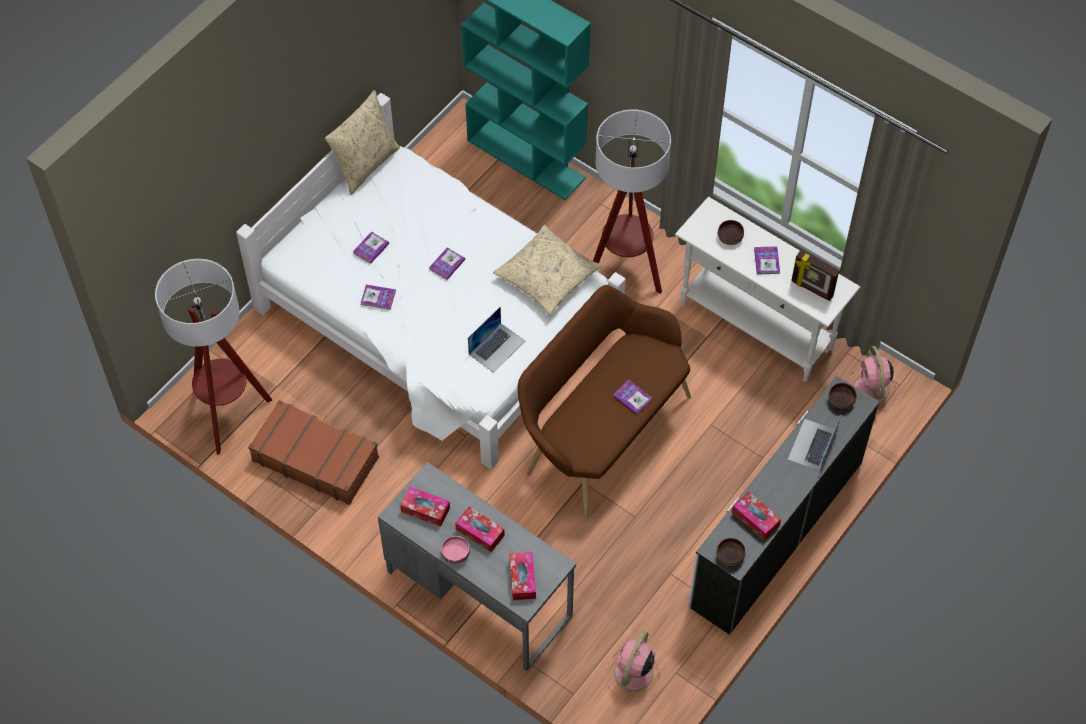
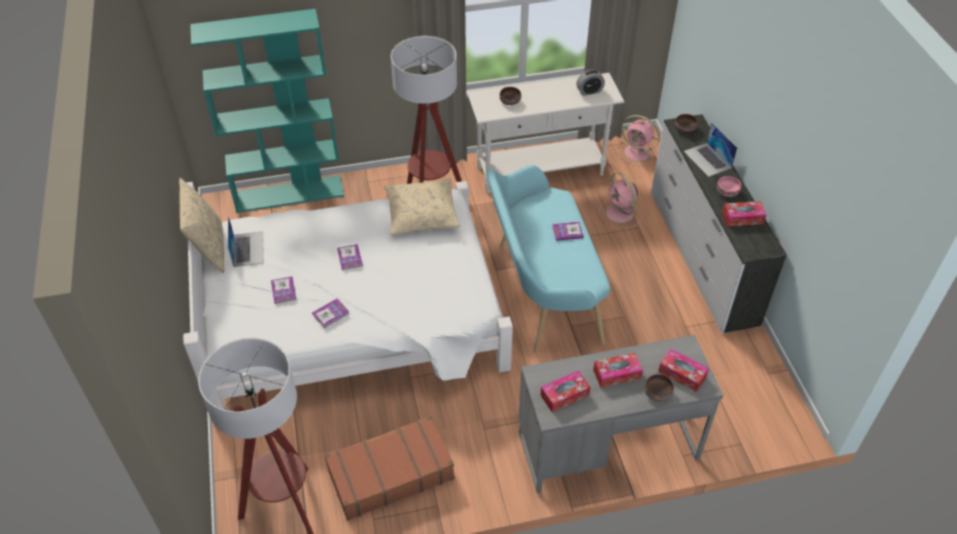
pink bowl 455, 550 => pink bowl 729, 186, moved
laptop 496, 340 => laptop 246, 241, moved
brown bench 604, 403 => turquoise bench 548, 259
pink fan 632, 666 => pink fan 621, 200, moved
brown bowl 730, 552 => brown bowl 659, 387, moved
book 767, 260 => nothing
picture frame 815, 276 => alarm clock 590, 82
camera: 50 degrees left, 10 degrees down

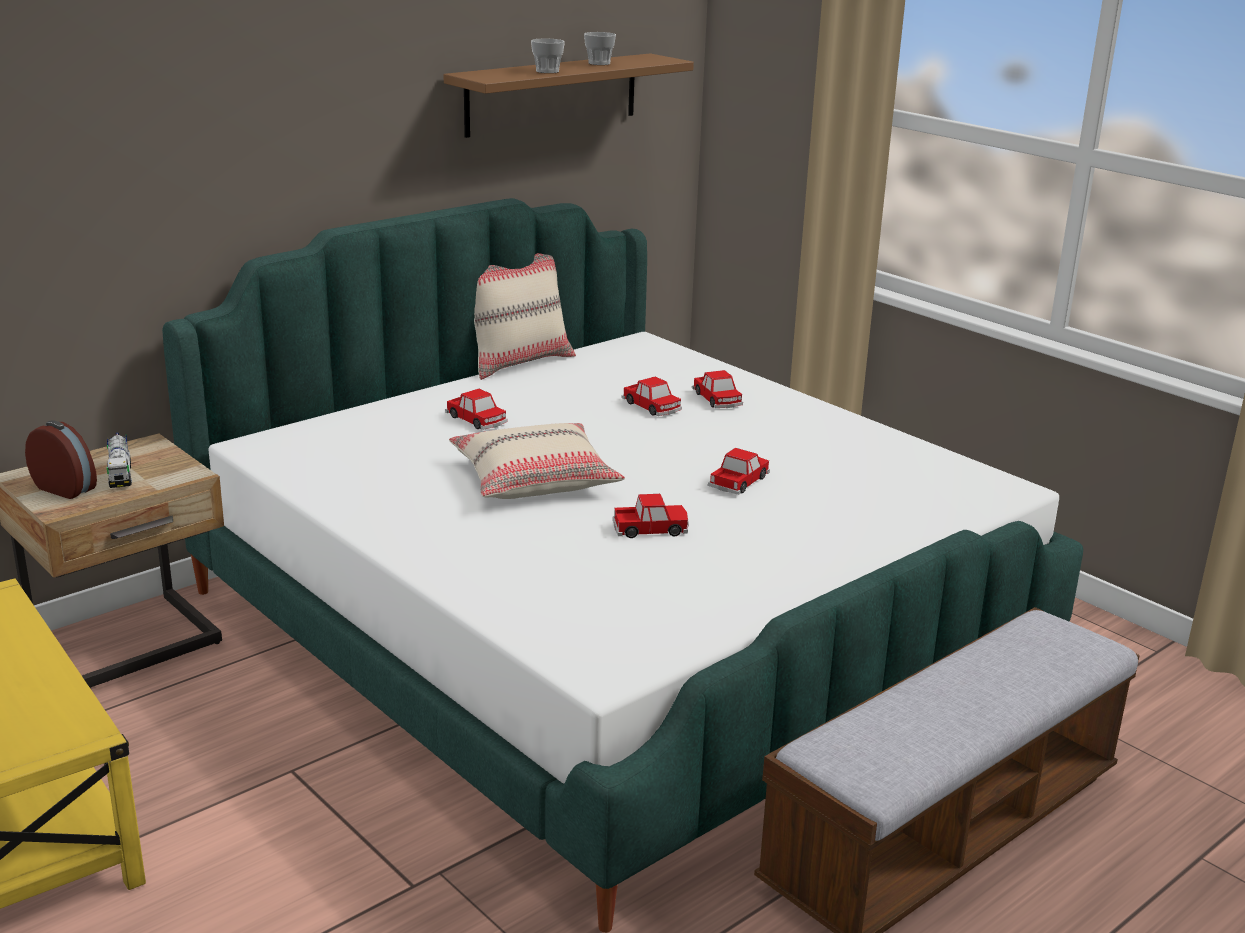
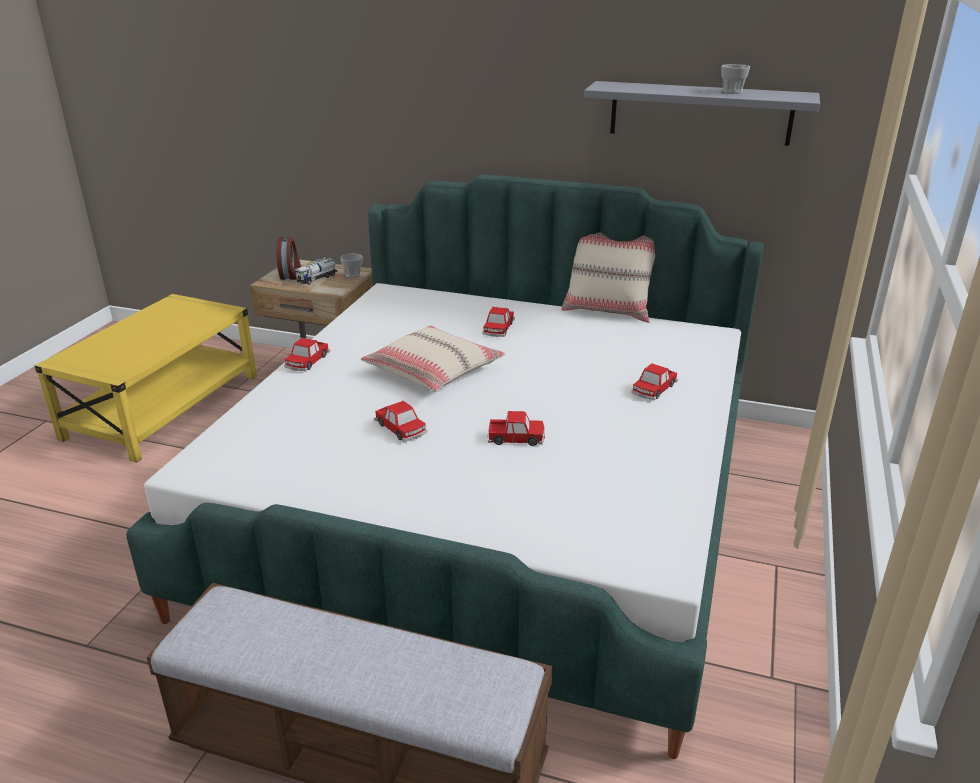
brown shelf 569, 96 => grey shelf 702, 113
cup 548, 56 => cup 352, 265, moved
toy car 652, 396 => toy car 307, 354, moved
camera: 60 degrees right, 5 degrees up

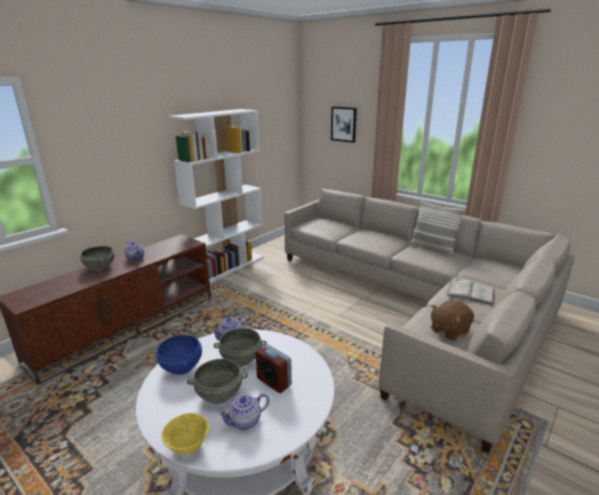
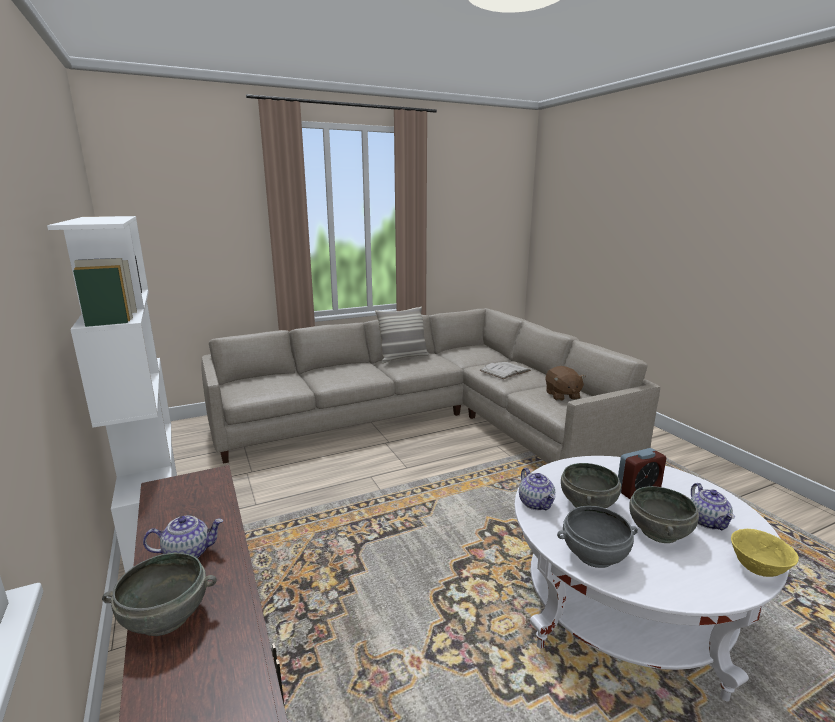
blue bowl 179, 355 => grey bowl 597, 537
picture 344, 124 => nothing
camera: 65 degrees left, 5 degrees down

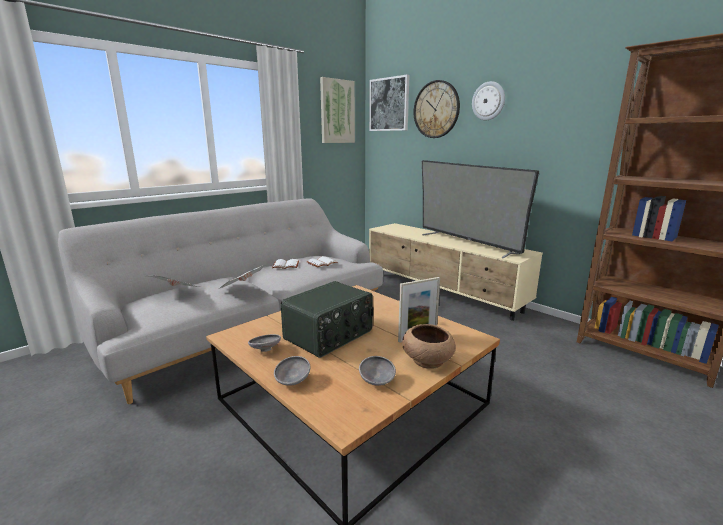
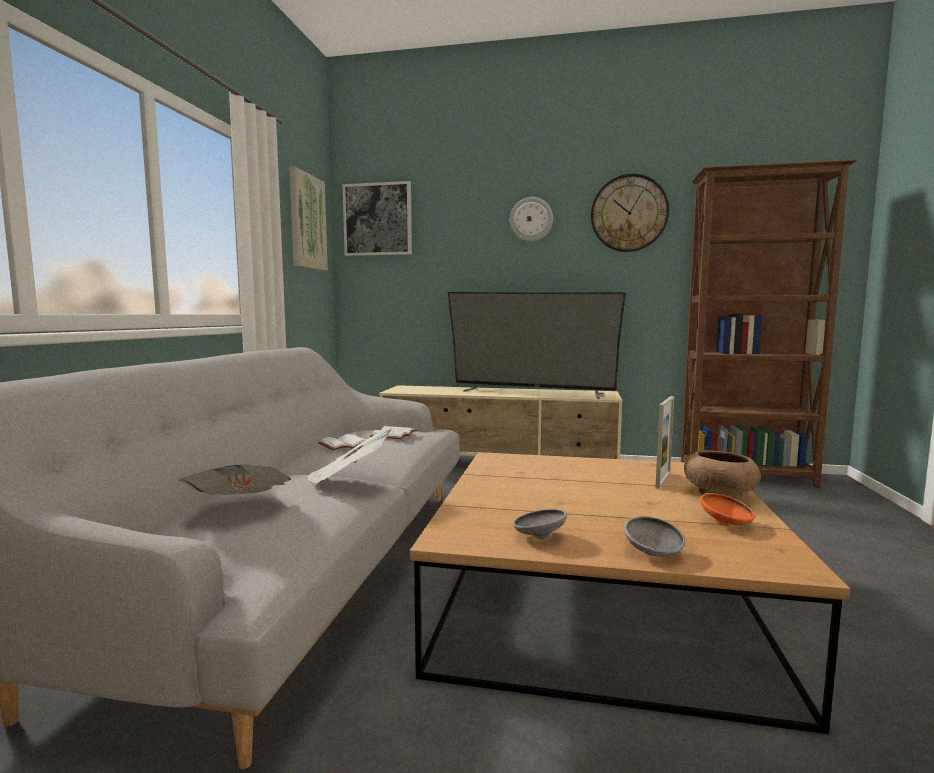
radio 327, 319 => nothing
grey bowl 377, 371 => orange bowl 727, 509
wall clock 437, 109 => wall clock 630, 213, moved
camera: 35 degrees left, 10 degrees down

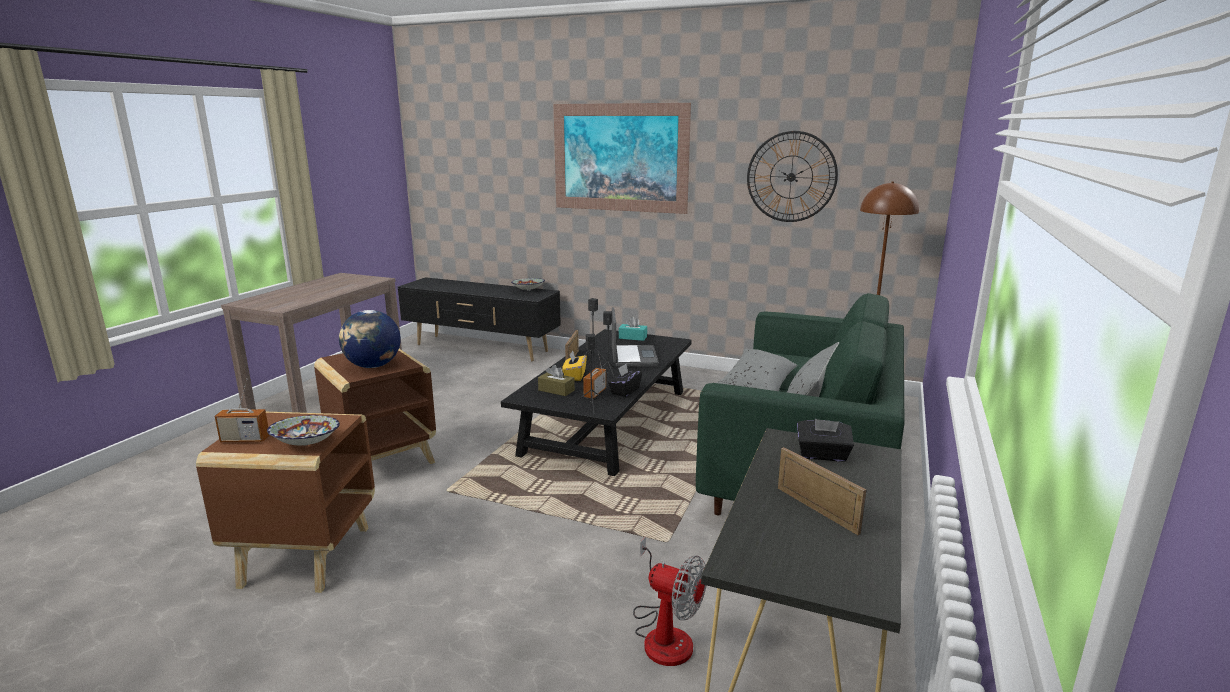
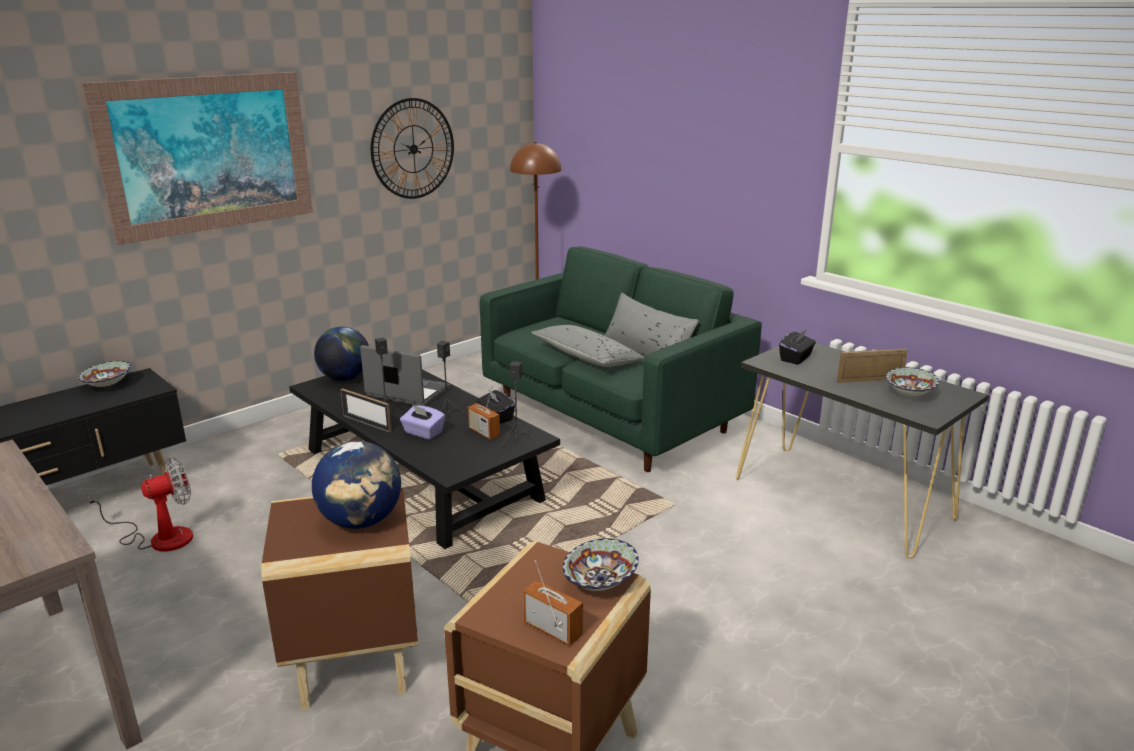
radio 242, 410 => radio 553, 603, 75 degrees counterclockwise
brown tissue box 556, 380 => nothing
yellow tissue box 574, 366 => purple tissue box 422, 422
turquoise tissue box 633, 328 => globe 341, 354
fan 670, 601 => fan 140, 505, moved
nothing => bowl 912, 381
camera: 65 degrees left, 5 degrees up

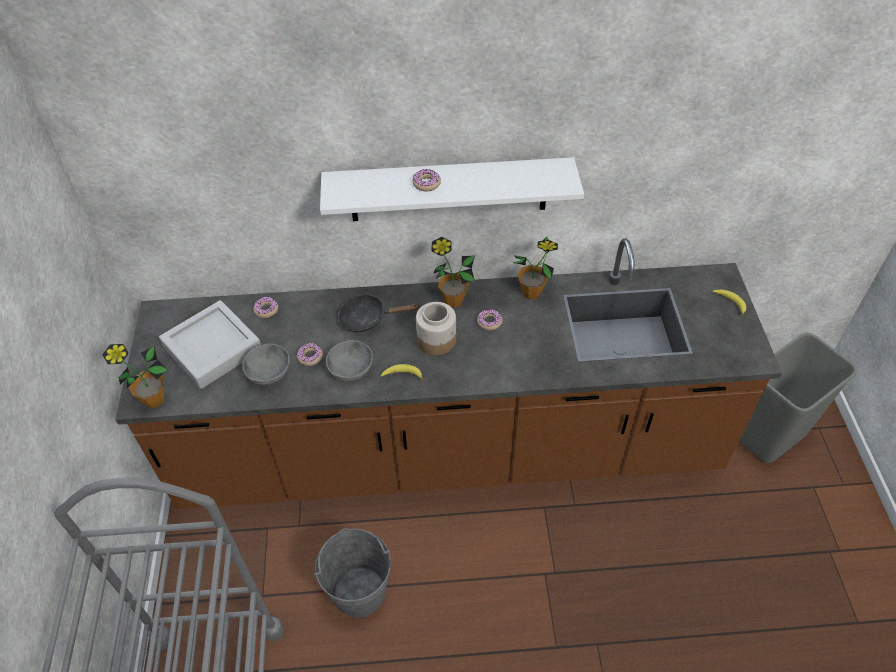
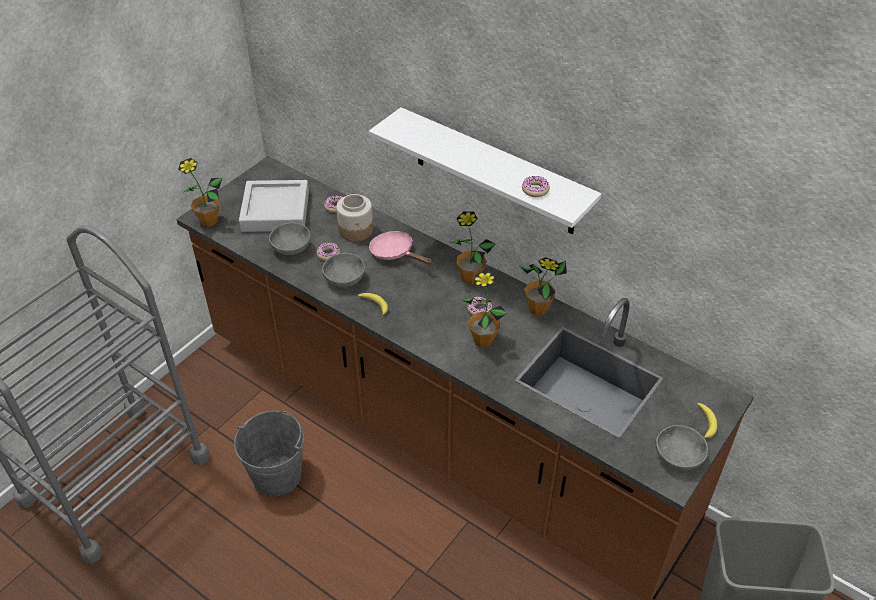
black frying pan 378, 313 => pink frying pan 400, 248
donut 426, 180 => donut 536, 186, moved
jar 436, 328 => jar 354, 218, moved
nothing => potted plant 484, 309
nothing => grey bowl 682, 447
camera: 40 degrees right, 5 degrees down

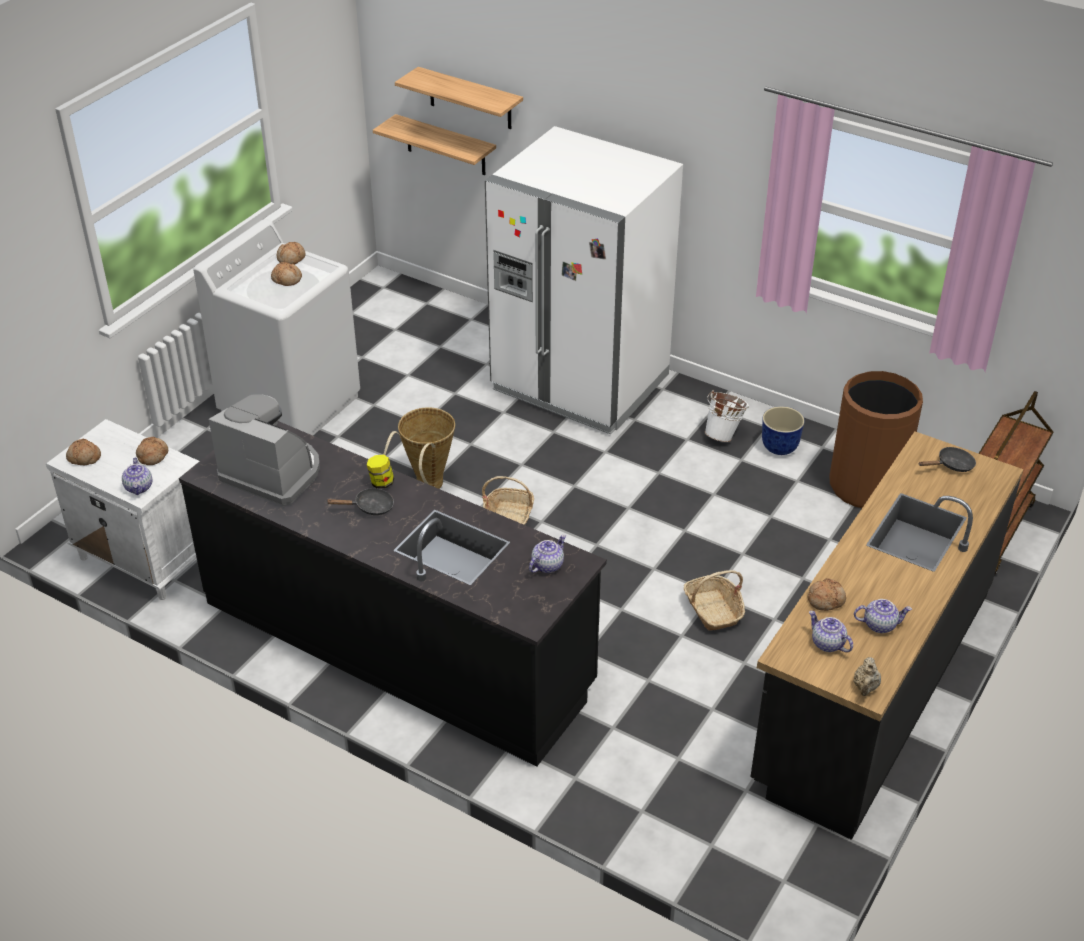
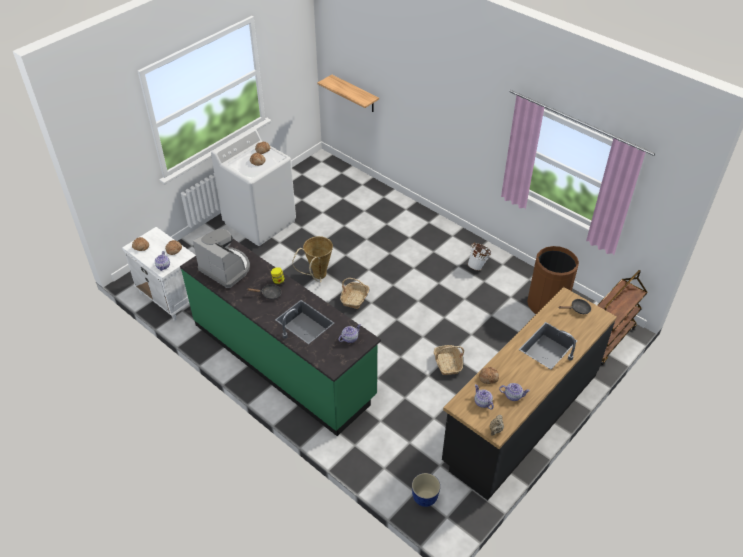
black counter 393, 594 => green counter 280, 337
shelf 459, 98 => nothing
white fridge 584, 280 => nothing
planter 783, 430 => planter 426, 490, moved
camera: 10 degrees right, 5 degrees up

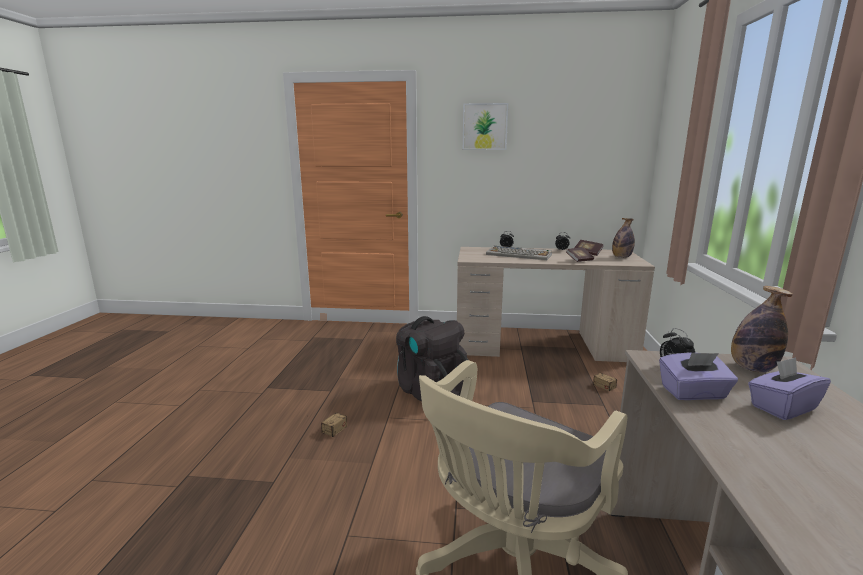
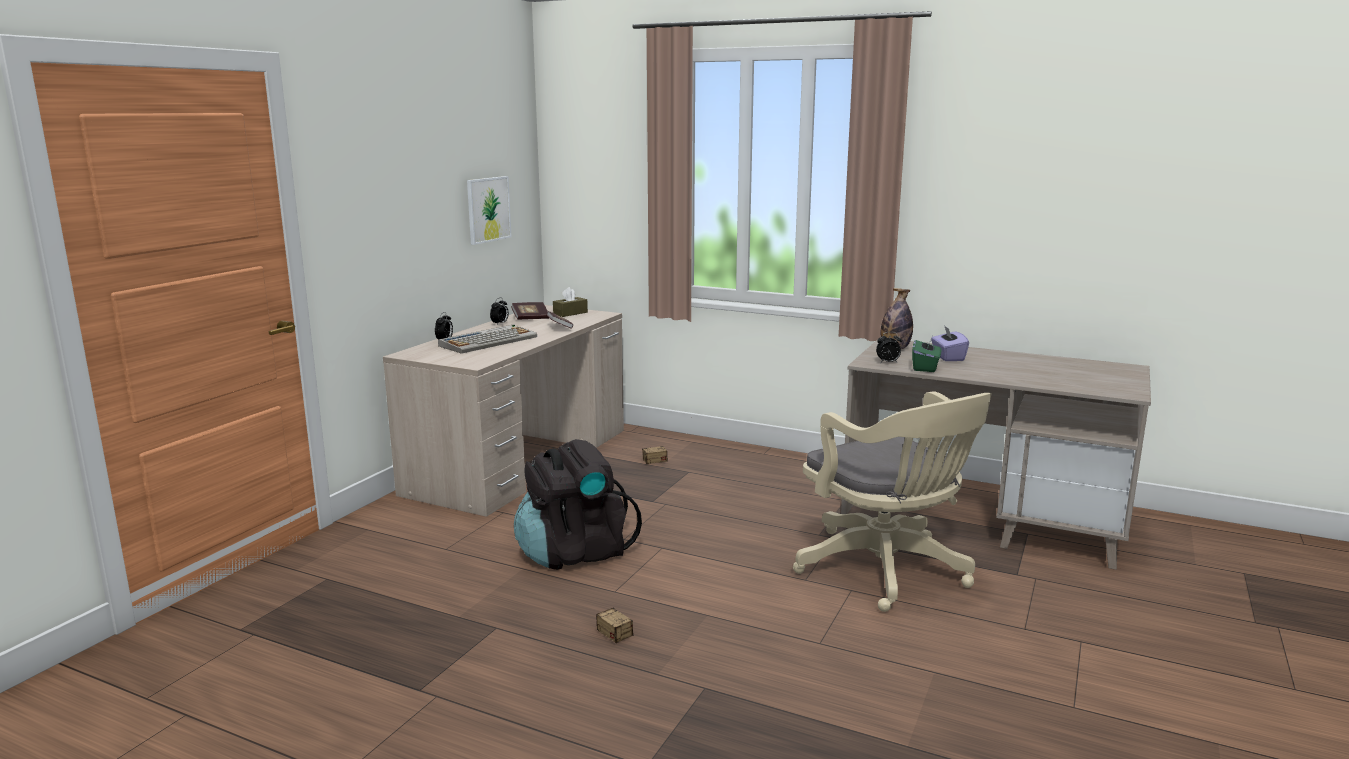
picture 485, 126 => picture 489, 210, moved
bottle 623, 238 => brown tissue box 570, 302
purple tissue box 698, 376 => green tissue box 926, 353
camera: 70 degrees left, 0 degrees up

